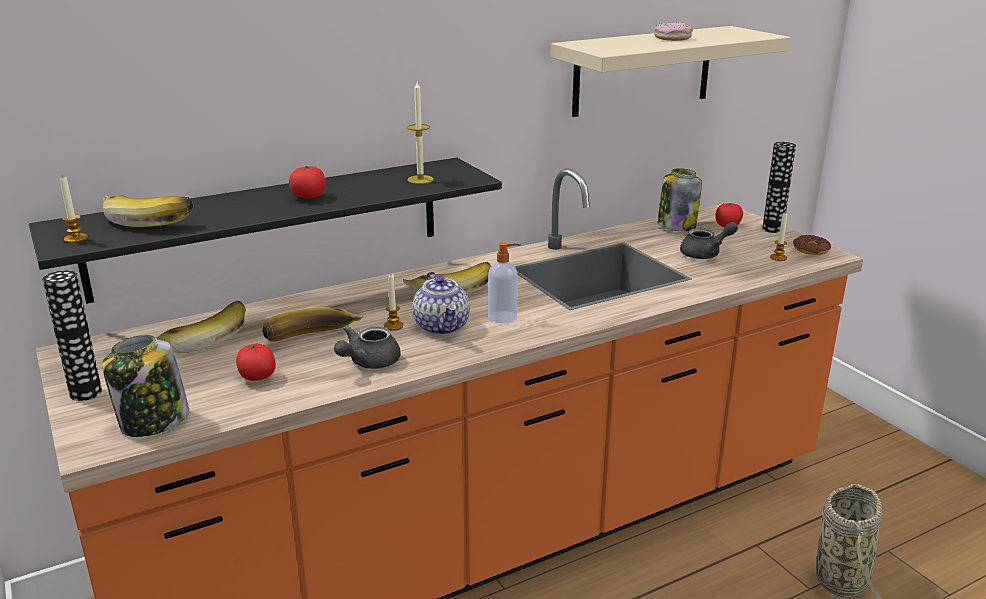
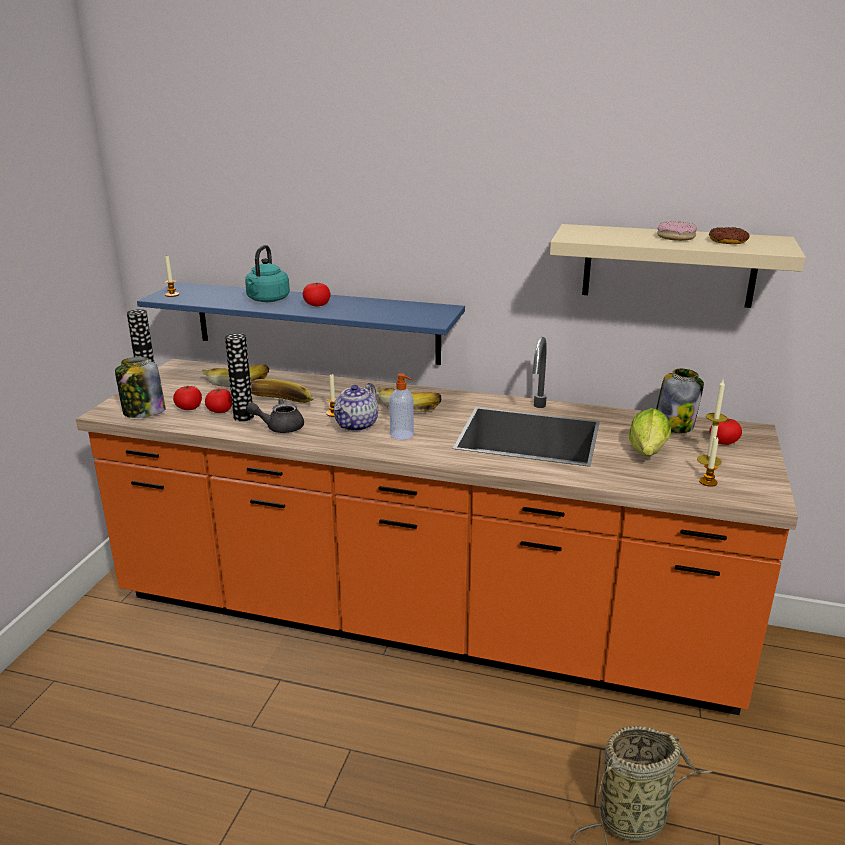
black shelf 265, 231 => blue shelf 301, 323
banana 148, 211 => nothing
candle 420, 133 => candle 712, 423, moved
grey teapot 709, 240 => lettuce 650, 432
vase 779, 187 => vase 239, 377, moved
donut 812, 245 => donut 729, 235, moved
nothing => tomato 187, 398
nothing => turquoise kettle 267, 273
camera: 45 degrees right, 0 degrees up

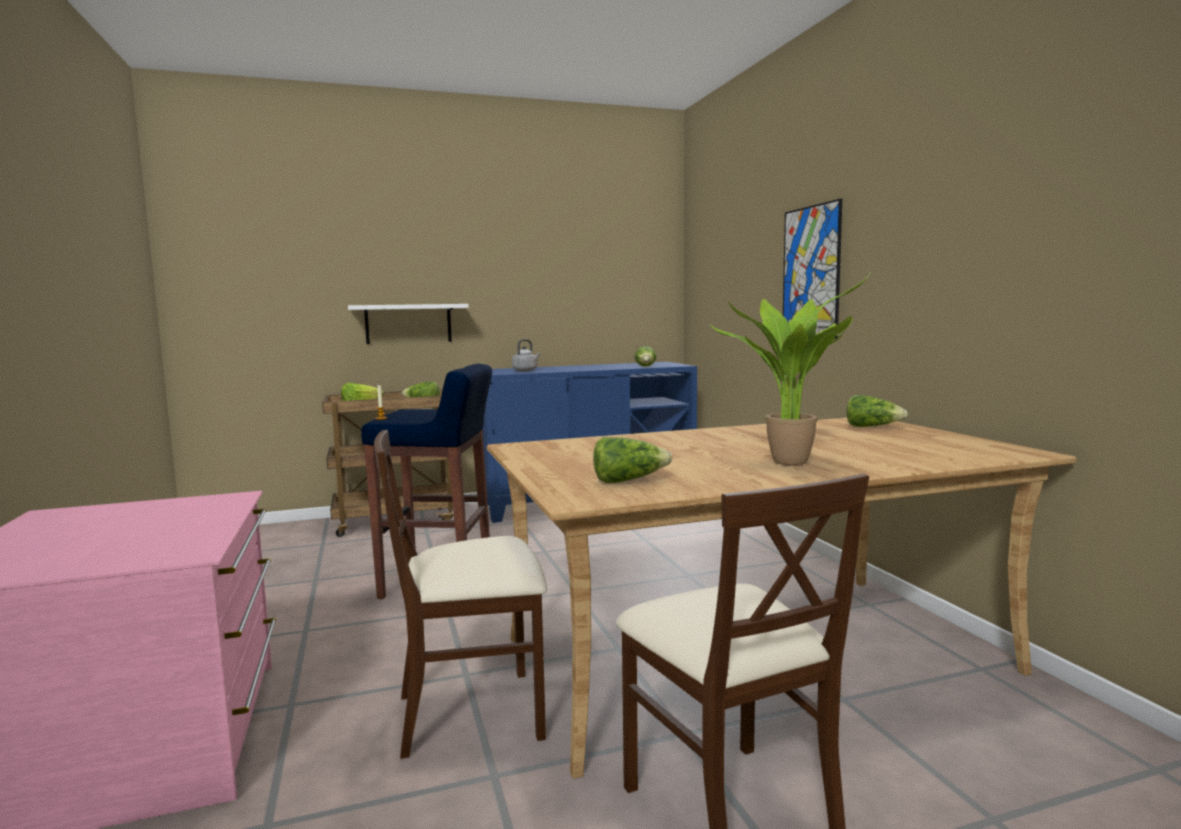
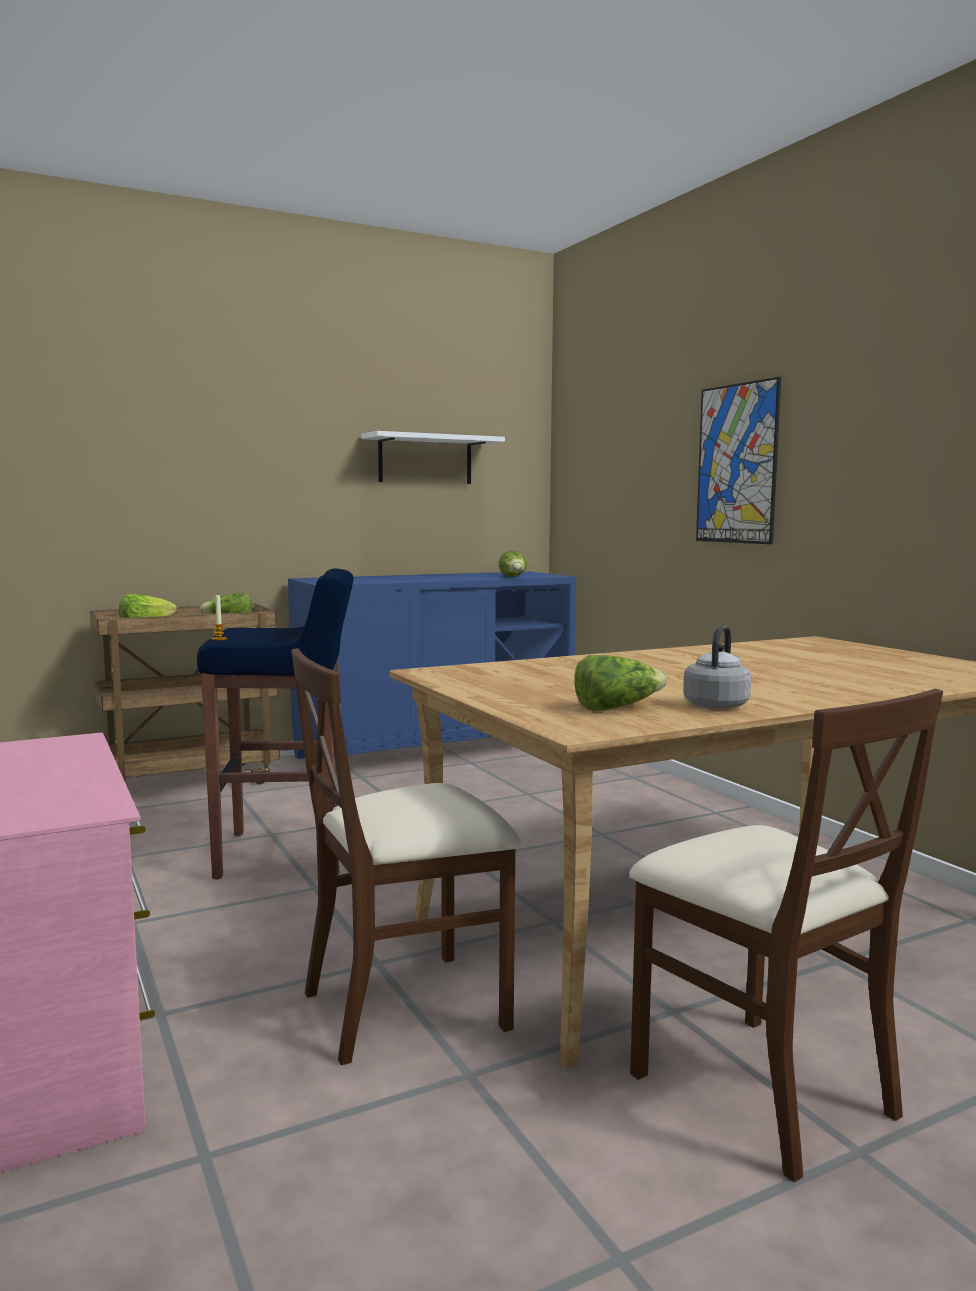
white shelf 408, 324 => white shelf 433, 457, moved
grey kettle 526, 355 => grey kettle 717, 667, moved
potted plant 791, 368 => nothing
lettuce 877, 411 => nothing
camera: 10 degrees left, 0 degrees up

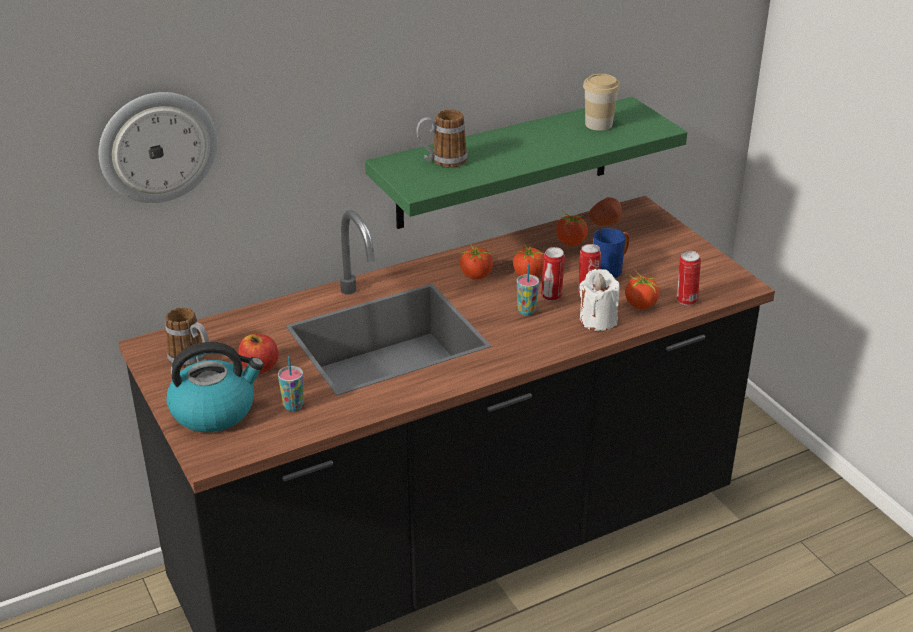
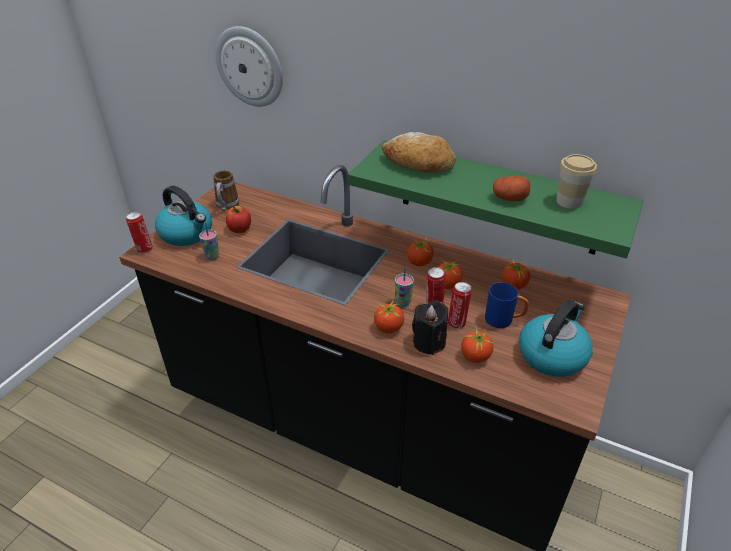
mug 442, 138 => bread 419, 152
white candle 599, 300 => black candle 430, 327
potato 605, 211 => potato 511, 188, moved
can 689, 278 => can 139, 232, moved
nothing => tomato 389, 317
nothing => kettle 556, 338
camera: 55 degrees right, 5 degrees up

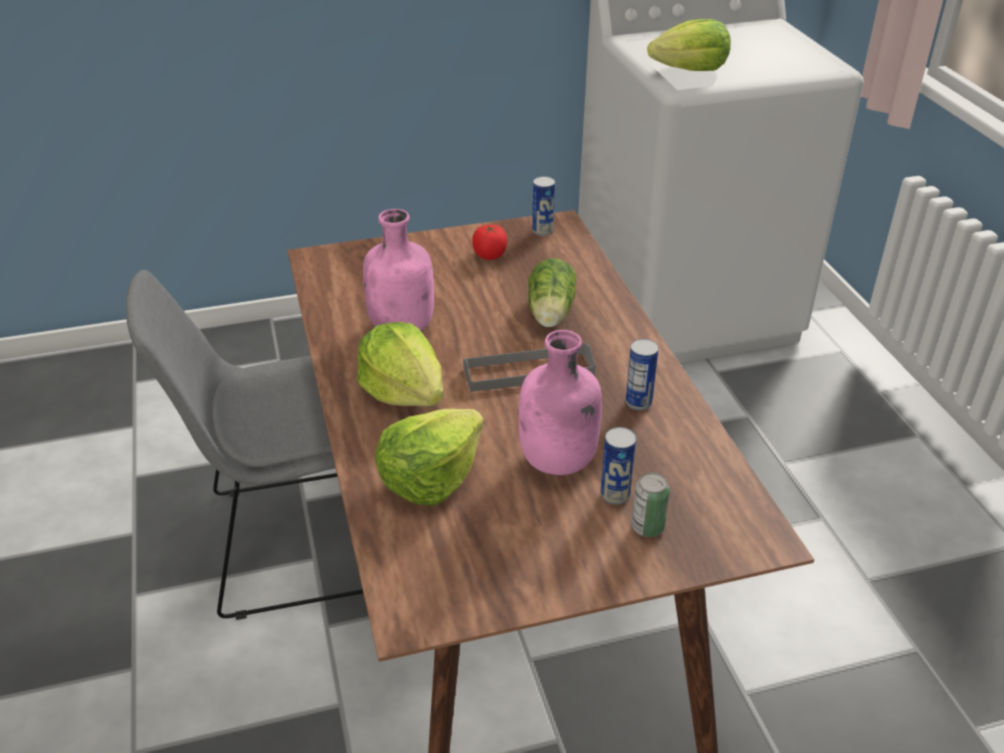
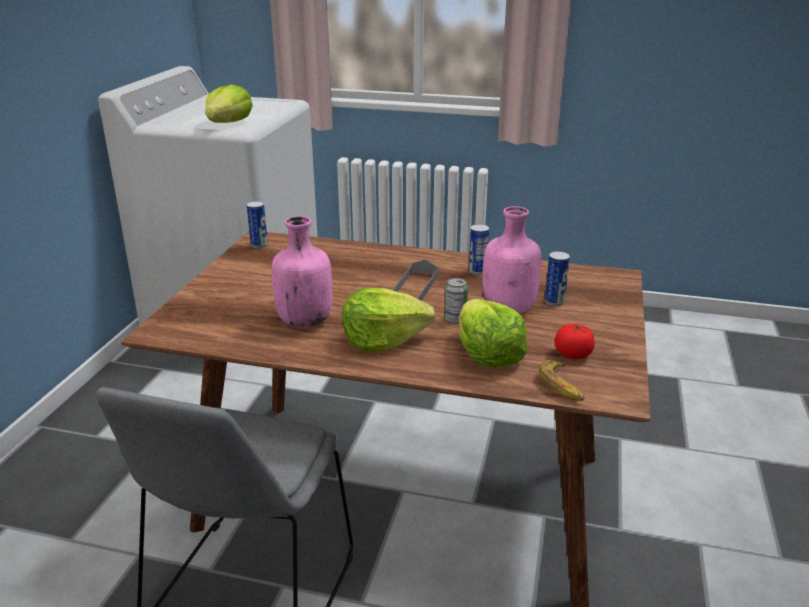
tomato 489, 242 => tomato 574, 341, moved
lettuce 552, 292 => nothing
can 650, 504 => can 456, 301, moved
nothing => banana 562, 380
camera: 60 degrees left, 10 degrees down

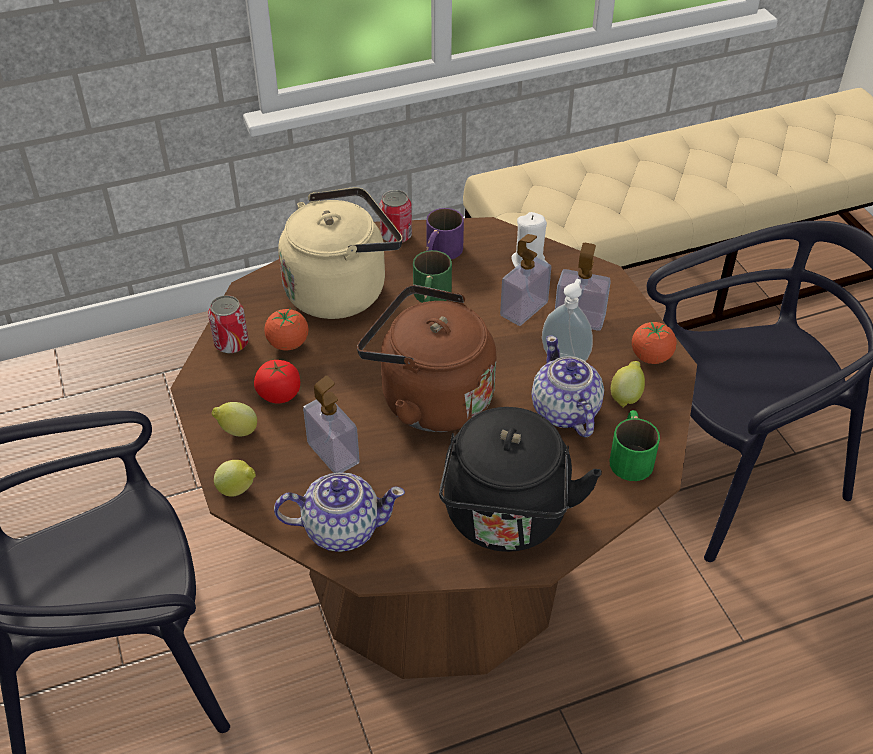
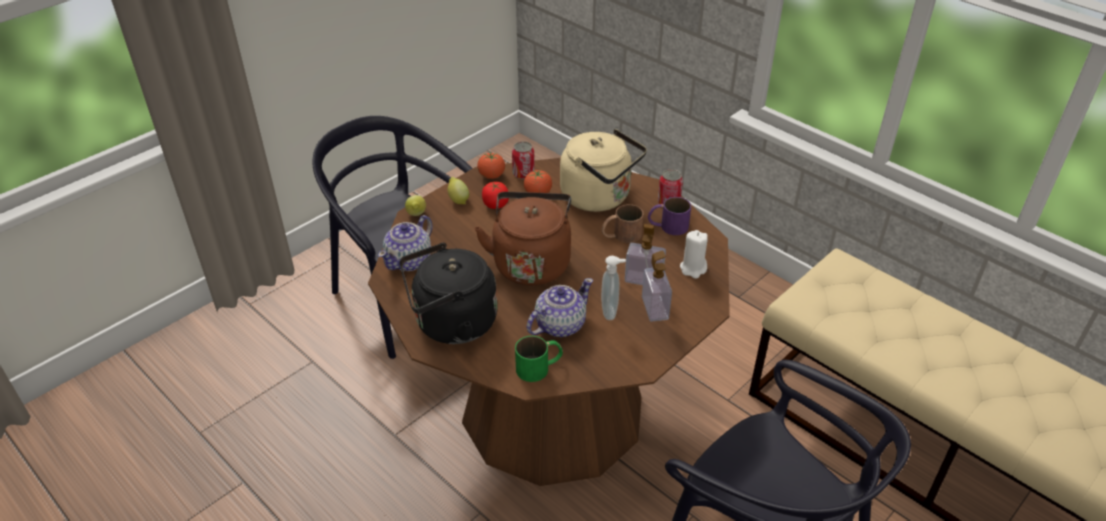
teapot 339, 512 => teapot 405, 243, 60 degrees clockwise
soap dispenser 331, 424 => nothing
green mug 432, 276 => brown mug 622, 223
lemon 628, 384 => nothing
tomato 654, 343 => tomato 491, 166, moved
camera: 65 degrees right, 5 degrees down

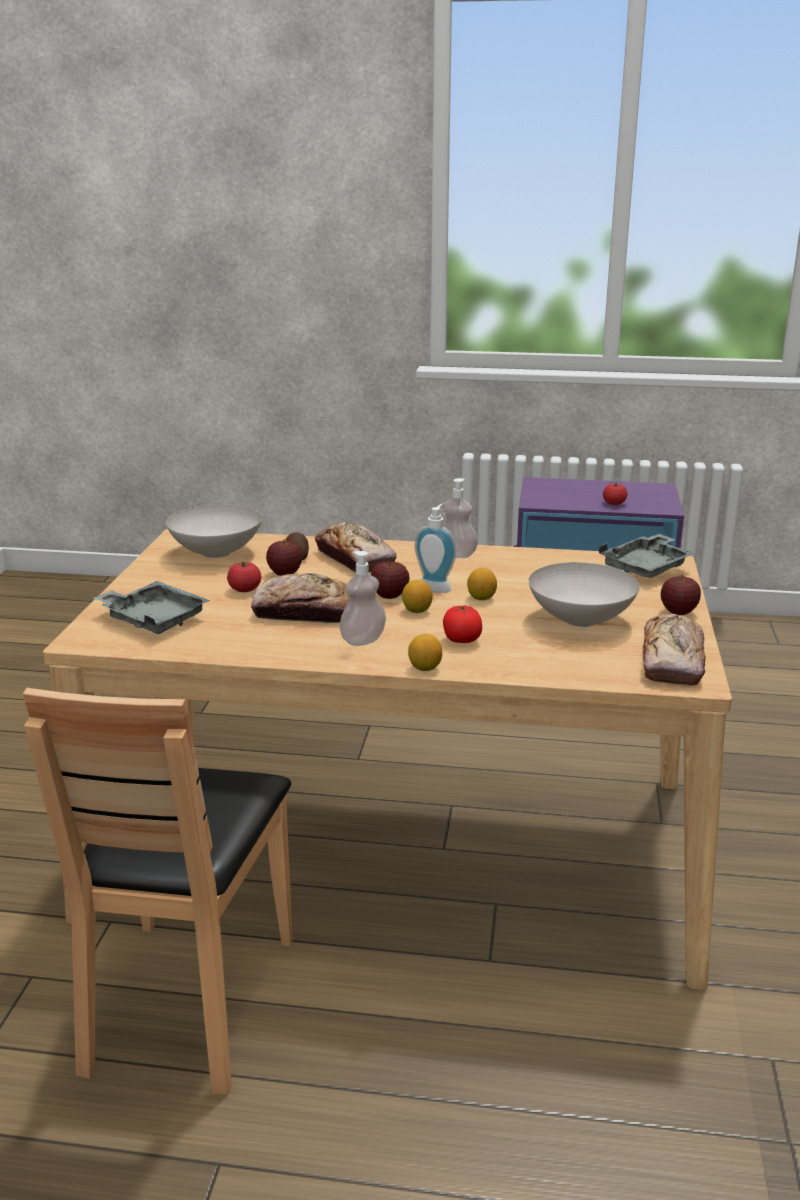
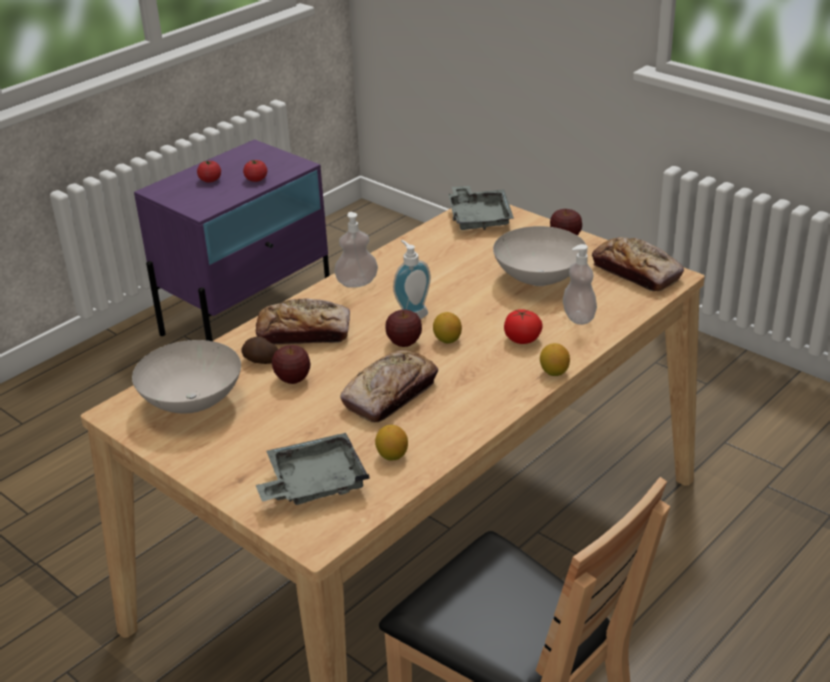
tomato 244, 577 => tomato 209, 171, moved
soap dispenser 362, 598 => soap dispenser 580, 284, moved
lemon 482, 584 => lemon 391, 443, moved
camera: 55 degrees left, 10 degrees up

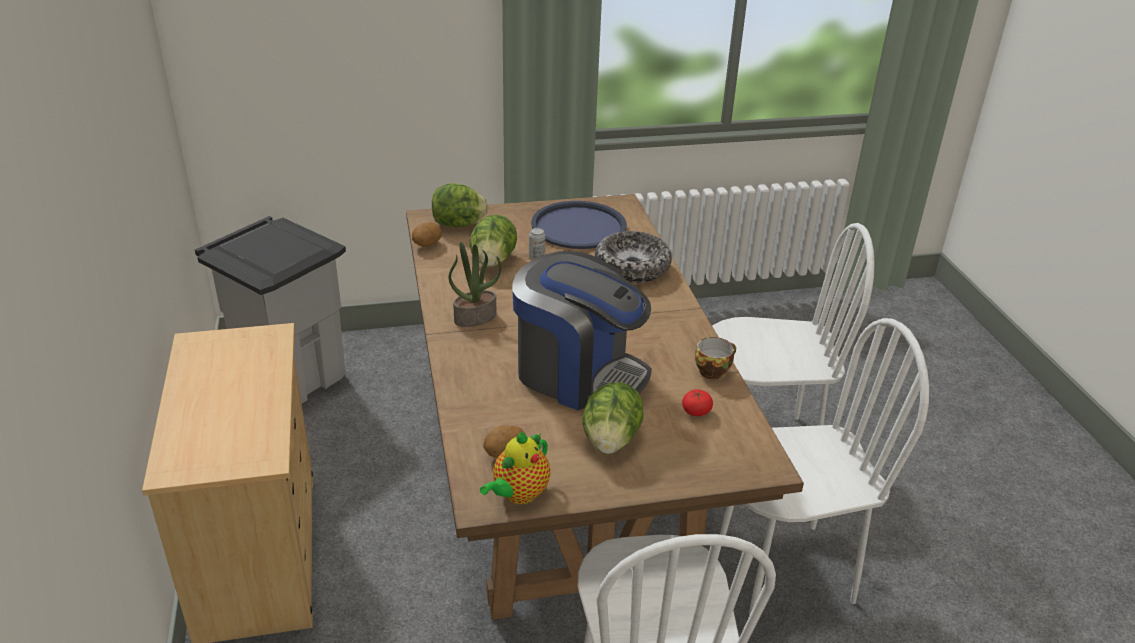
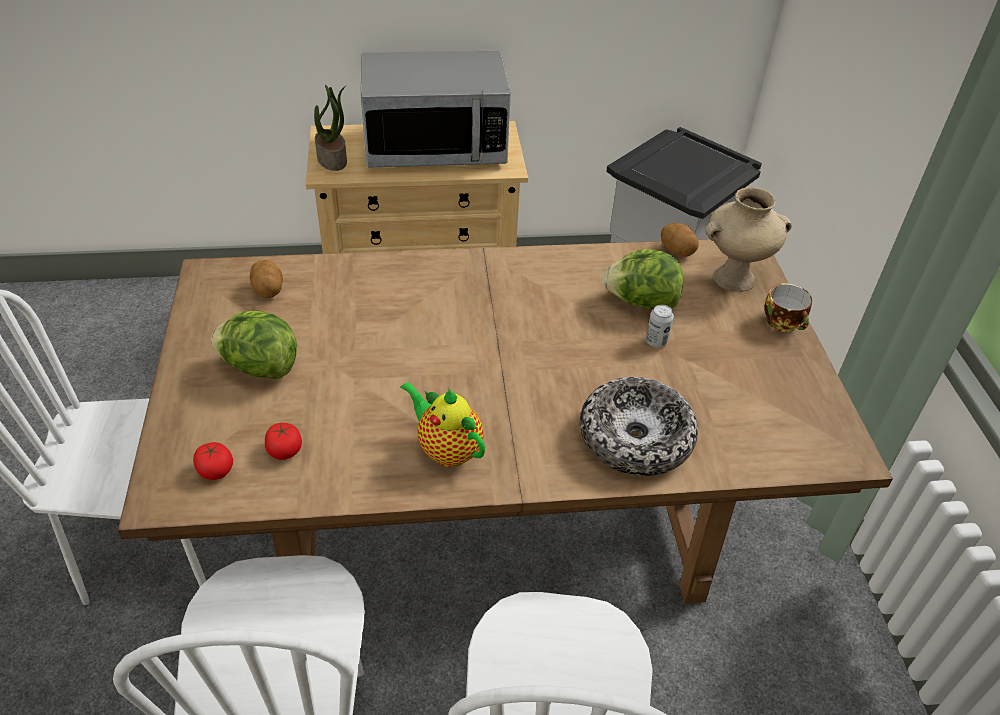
lettuce 460, 205 => beige vase 748, 239
potted plant 475, 284 => potted plant 330, 128, moved
teapot 515, 468 => teapot 442, 424, moved
coffee machine 582, 330 => nothing
blue tray 579, 225 => nothing
cup 715, 358 => cup 788, 307, moved
nothing => tomato 213, 461
nothing => microwave 436, 109
camera: 95 degrees right, 10 degrees up

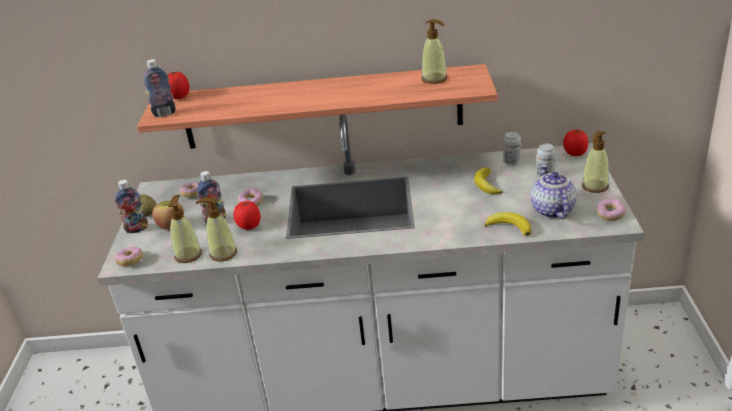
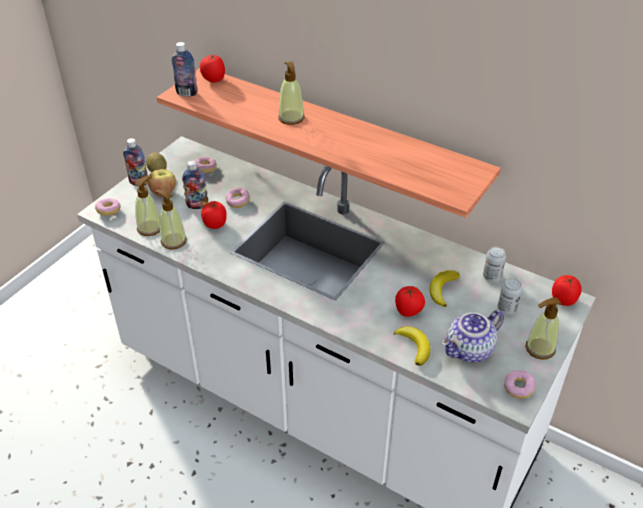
soap dispenser 434, 51 => soap dispenser 291, 93, moved
teapot 554, 192 => teapot 472, 336, 150 degrees counterclockwise
nothing => tomato 410, 301
camera: 30 degrees right, 10 degrees up

